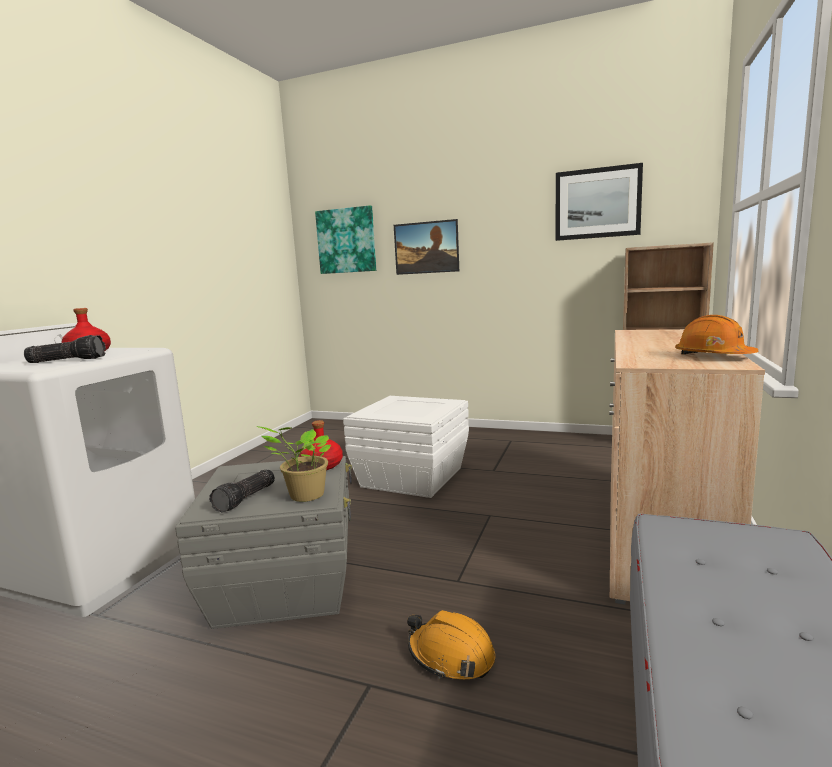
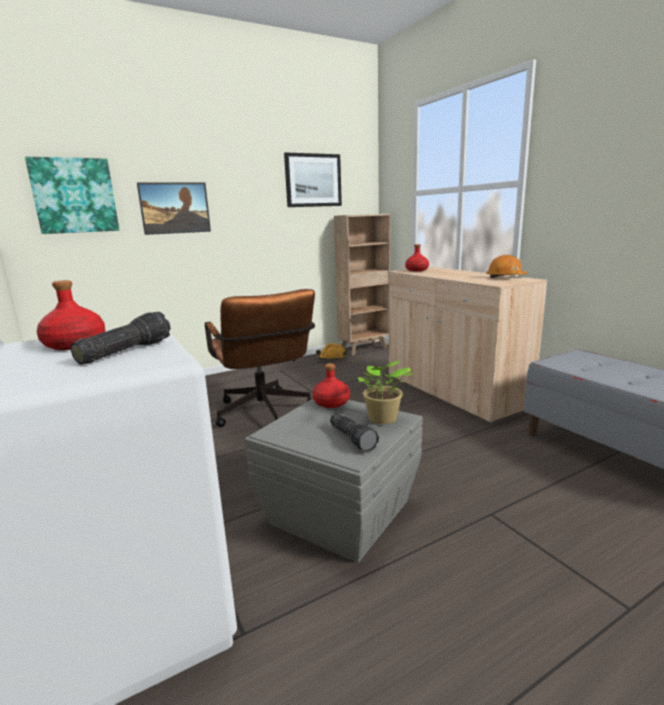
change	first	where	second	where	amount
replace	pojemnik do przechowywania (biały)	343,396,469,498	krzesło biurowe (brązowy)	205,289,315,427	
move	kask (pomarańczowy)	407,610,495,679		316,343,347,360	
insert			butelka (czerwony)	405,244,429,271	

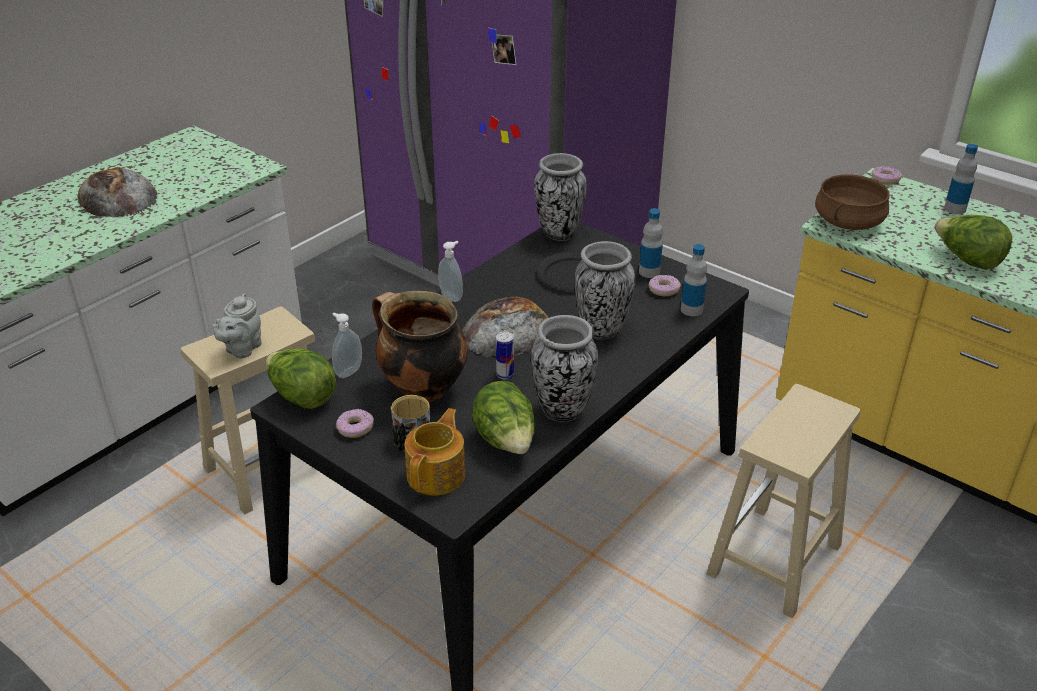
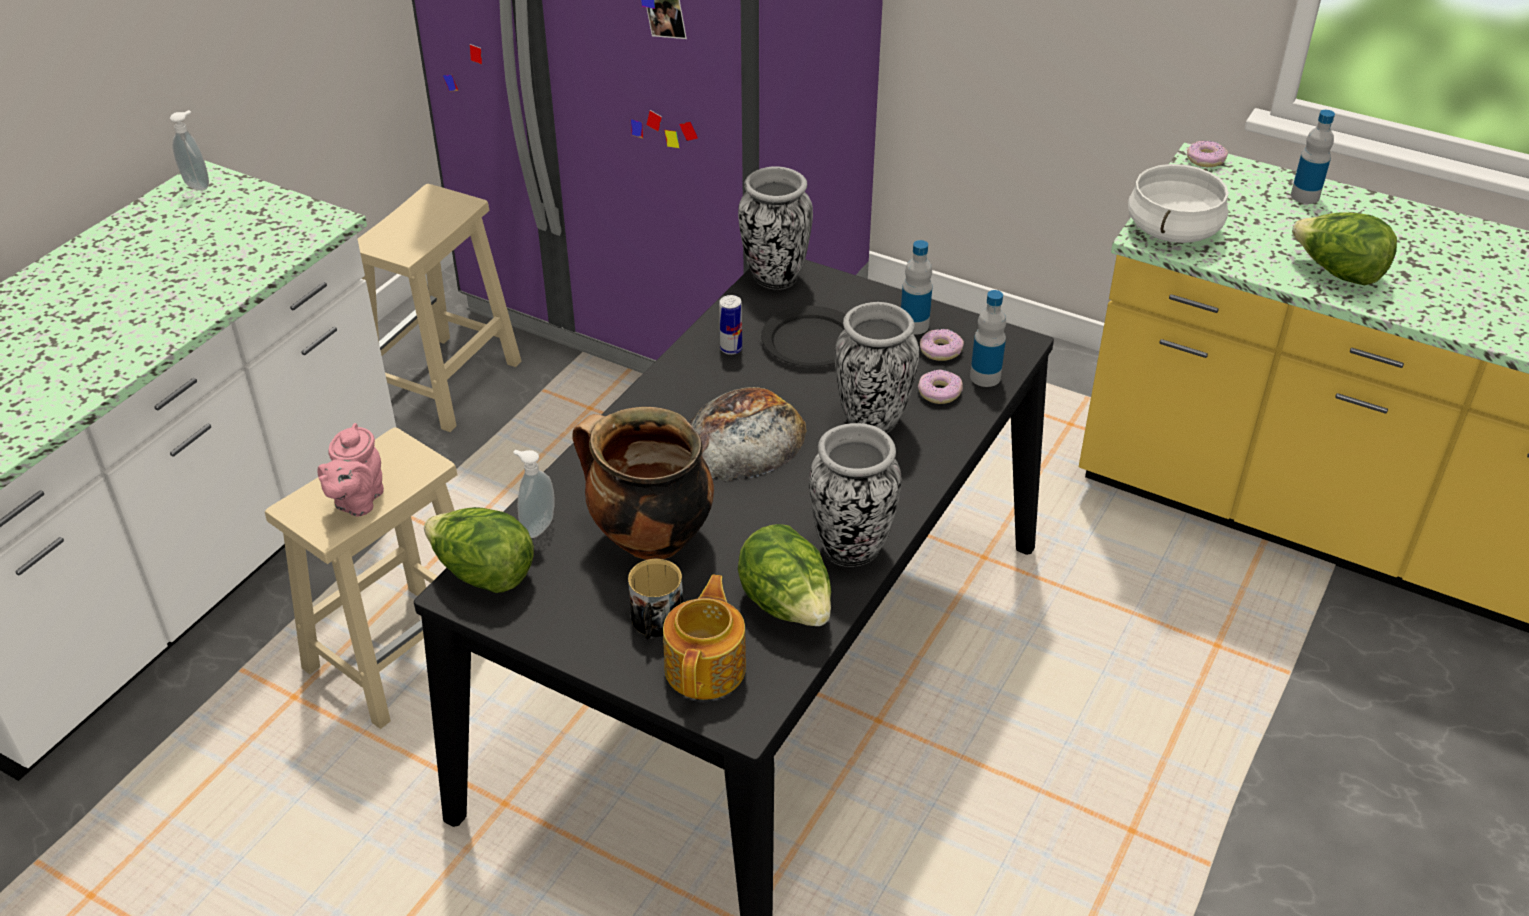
change	first	where	second	where	amount
delete	chleb	78,167,158,217			
recolor	imbryk (szary)	212,293,262,358	imbryk (różowy)	317,423,384,517	
move	donut	336,409,374,438		918,370,963,404	
move	dozownik mydła	438,241,463,302		170,110,209,191	
move	puszka	496,332,514,379		719,295,742,355	
move	stołek (beżowy)	706,384,861,618		358,184,521,432	
recolor	garnek (brązowy)	815,174,890,230	garnek (biały)	1128,164,1228,243	

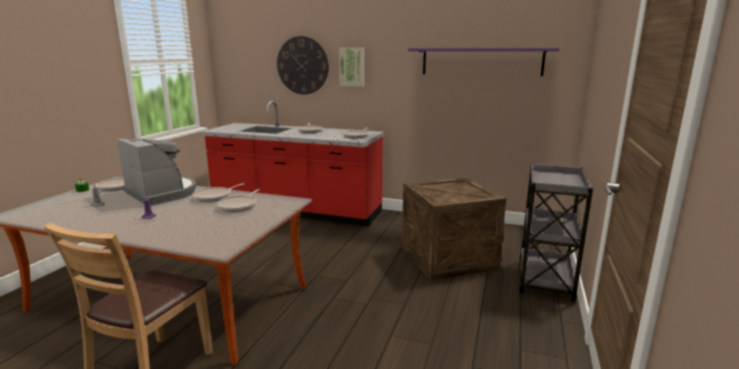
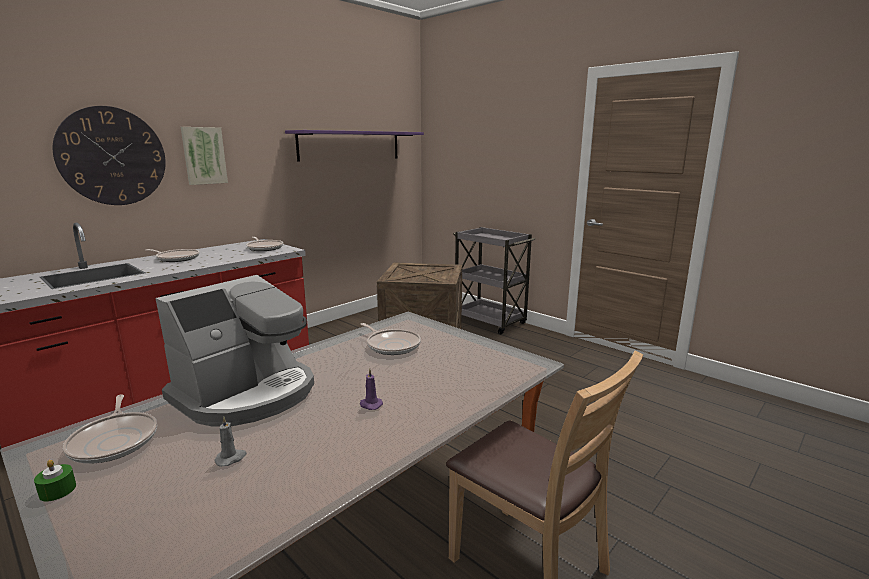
change	first	where	second	where	amount
rotate	ekspres do kawy	117,139,196,206		156,275,314,427	150 degrees clockwise
delete	patelnia	193,183,244,202			

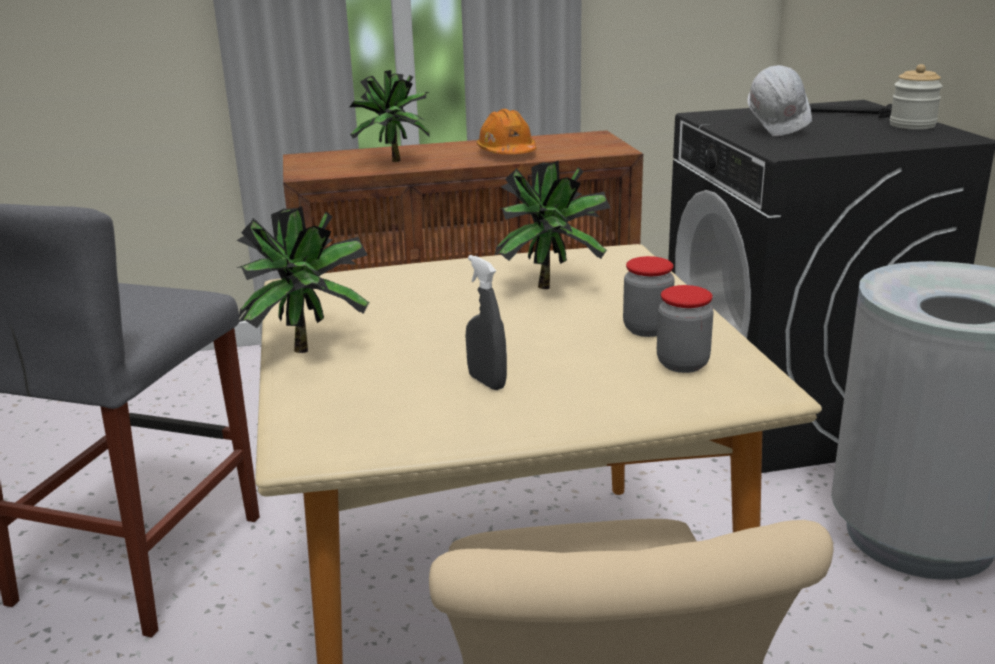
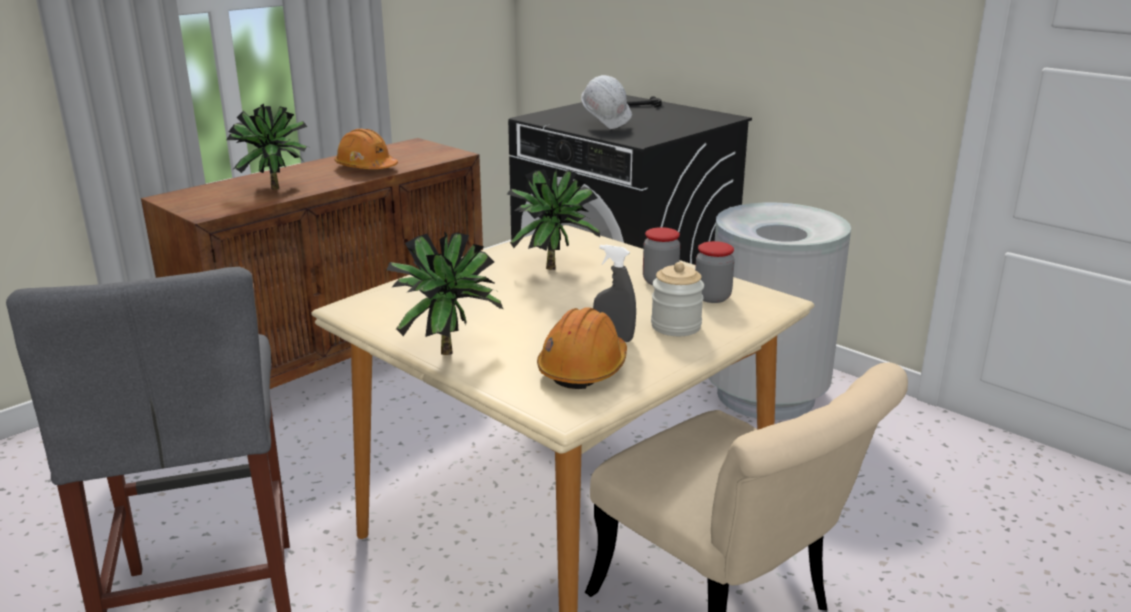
change	first	where	second	where	amount
move	słoik	890,64,943,130		651,262,704,336	
insert			kask (pomarańczowy)	537,307,627,389	

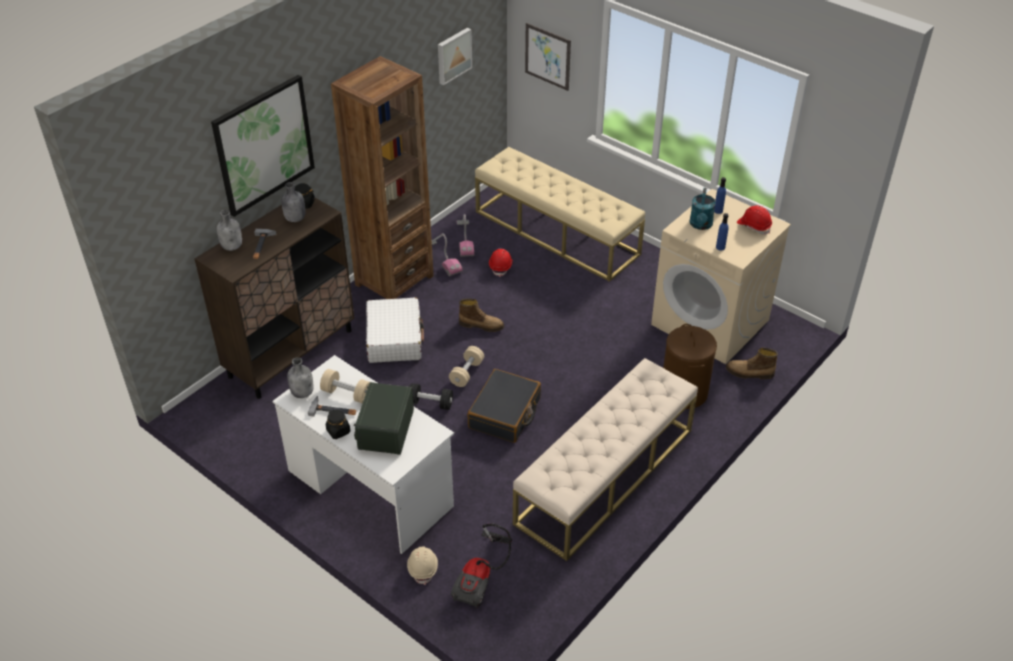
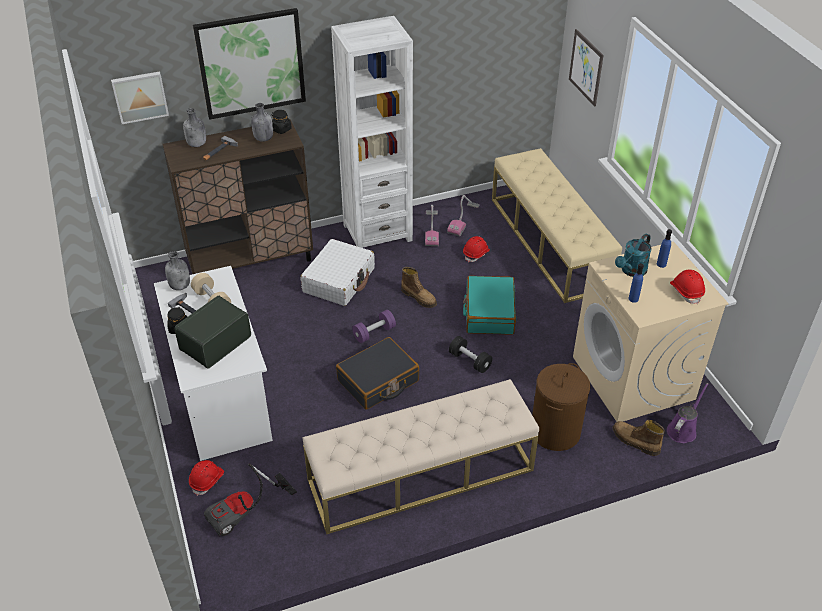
change	first	where	second	where	amount
recolor	regał (brązowy)	331,56,434,299	regał (biały)	331,16,413,248	
recolor	kask (beżowy)	407,547,438,585	kask (czerwony)	189,460,224,496	
move	hantel (czarny)	409,383,453,410		449,336,492,373	
move	obraz	438,28,472,85		111,71,169,124	
recolor	hantel (beżowy)	449,346,484,387	hantel (fioletowy)	352,310,396,343	
insert			walizka (turkusowy)	463,276,516,335	
insert			konewka (fioletowy)	667,383,708,443	

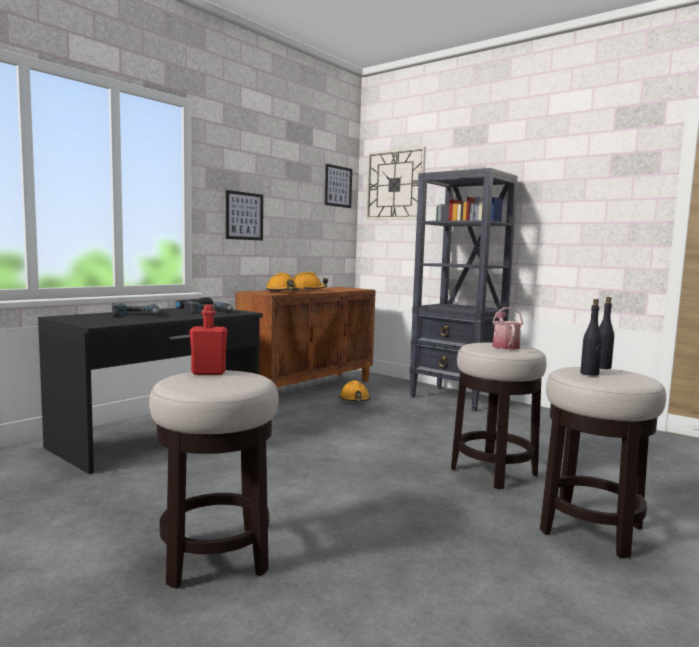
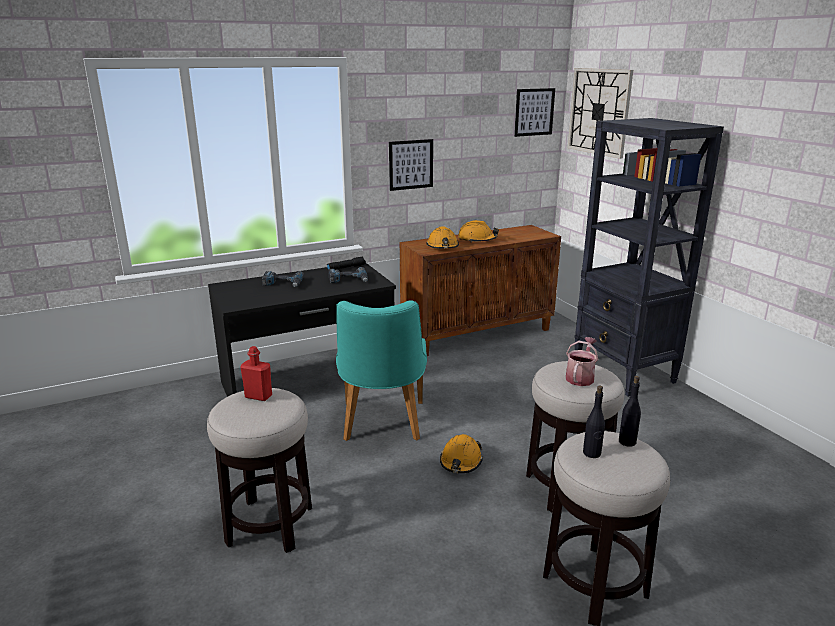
change	first	where	second	where	amount
move	kask (pomarańczowy)	339,381,370,401		440,434,483,473	
insert			krzesło (turkusowy)	336,300,427,441	

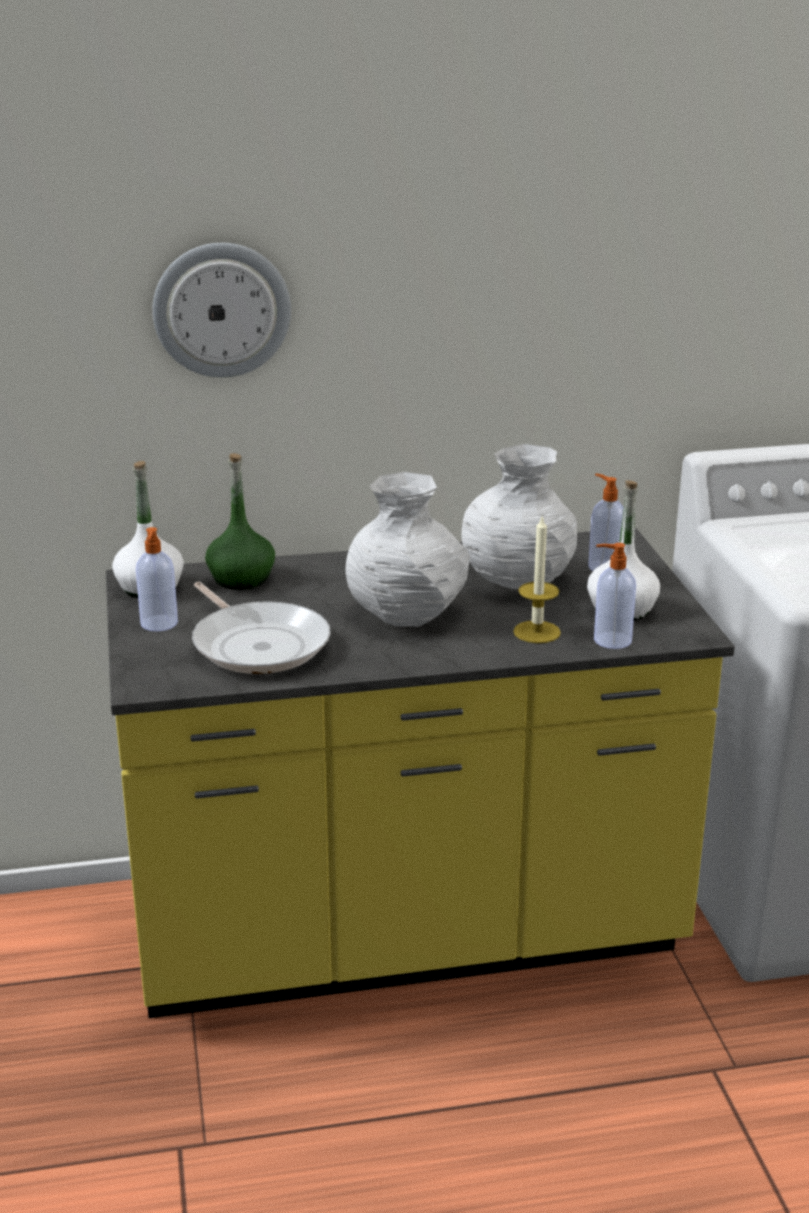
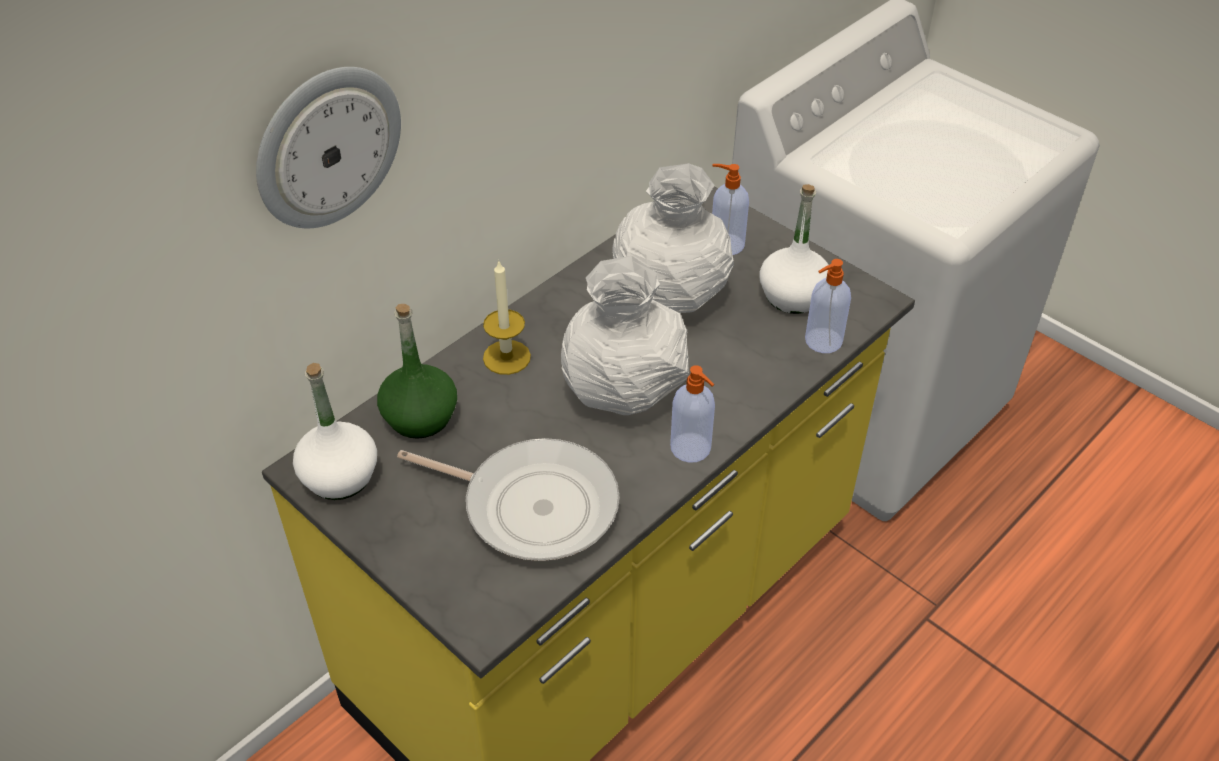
change	first	where	second	where	amount
move	dozownik mydła	136,527,178,631		670,365,715,463	
move	świeca	513,517,561,643		483,260,531,375	

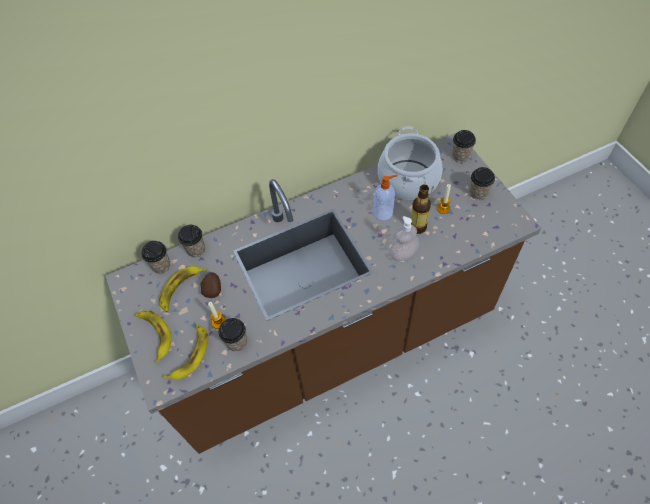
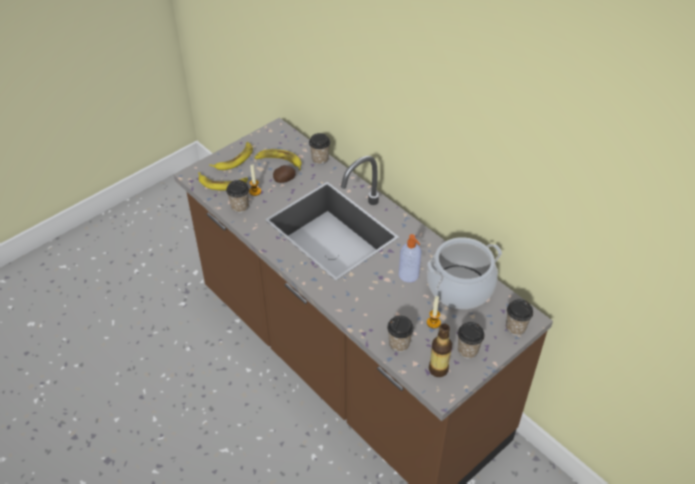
change	first	where	second	where	amount
move	filiżanka	141,241,170,273		387,315,414,352	
delete	dozownik mydła	390,216,419,261			
move	butelka	411,185,431,234		429,324,452,377	

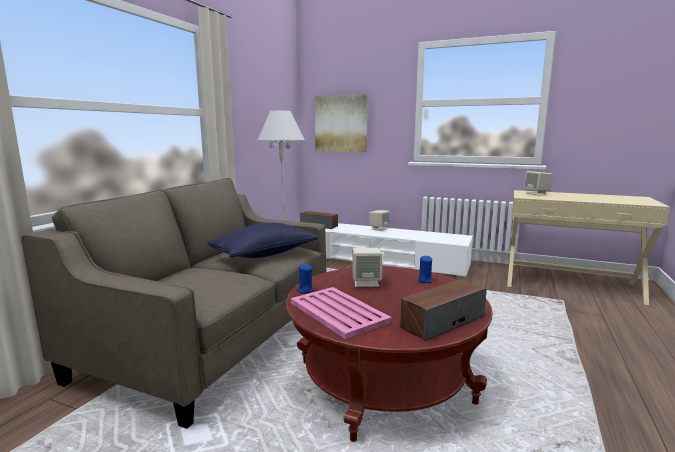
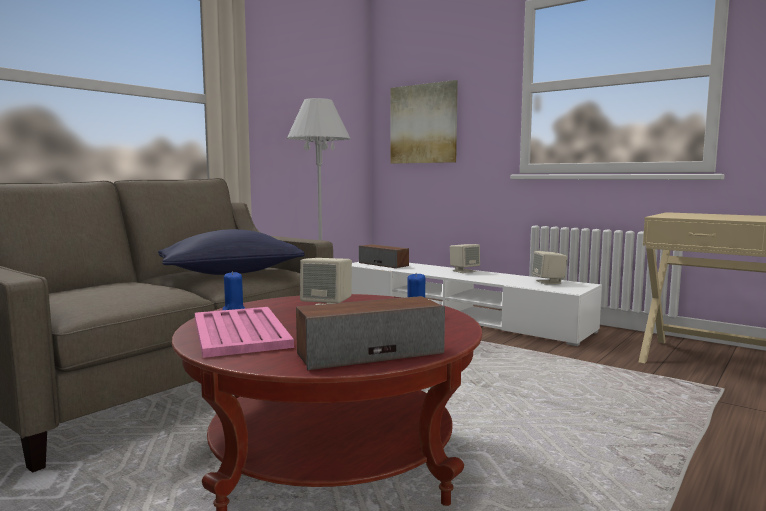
change	first	where	second	where	amount
move	głośnik (beżowy)	524,171,553,196		532,251,567,284	

